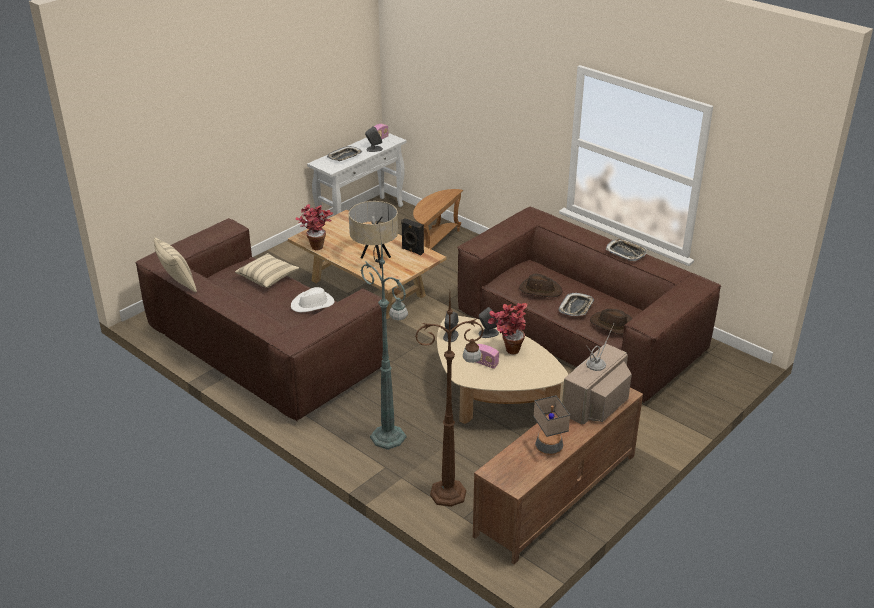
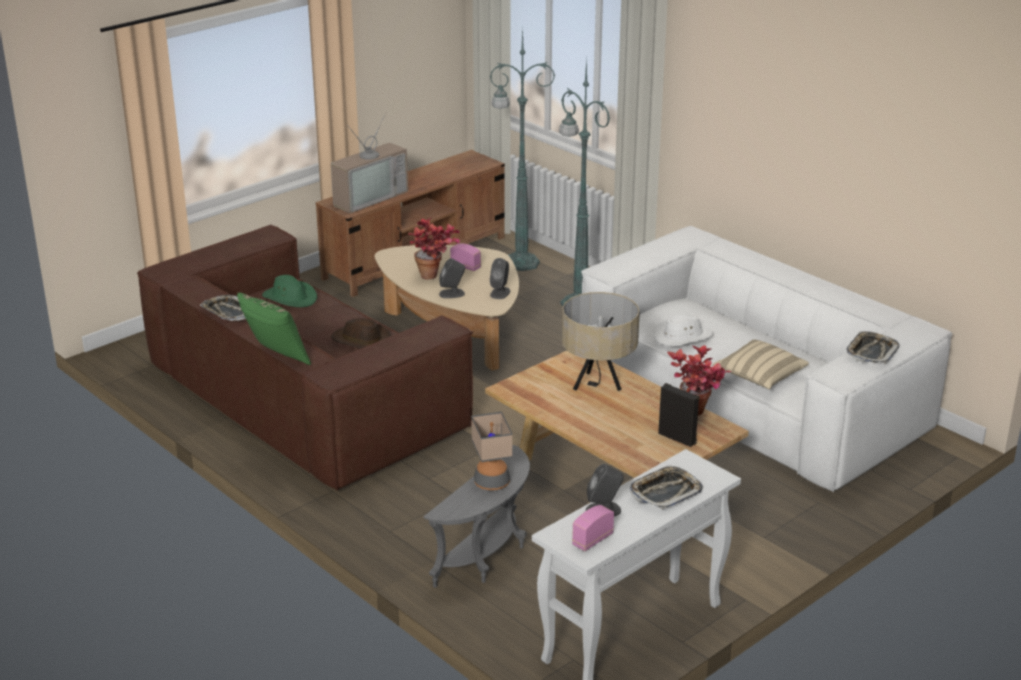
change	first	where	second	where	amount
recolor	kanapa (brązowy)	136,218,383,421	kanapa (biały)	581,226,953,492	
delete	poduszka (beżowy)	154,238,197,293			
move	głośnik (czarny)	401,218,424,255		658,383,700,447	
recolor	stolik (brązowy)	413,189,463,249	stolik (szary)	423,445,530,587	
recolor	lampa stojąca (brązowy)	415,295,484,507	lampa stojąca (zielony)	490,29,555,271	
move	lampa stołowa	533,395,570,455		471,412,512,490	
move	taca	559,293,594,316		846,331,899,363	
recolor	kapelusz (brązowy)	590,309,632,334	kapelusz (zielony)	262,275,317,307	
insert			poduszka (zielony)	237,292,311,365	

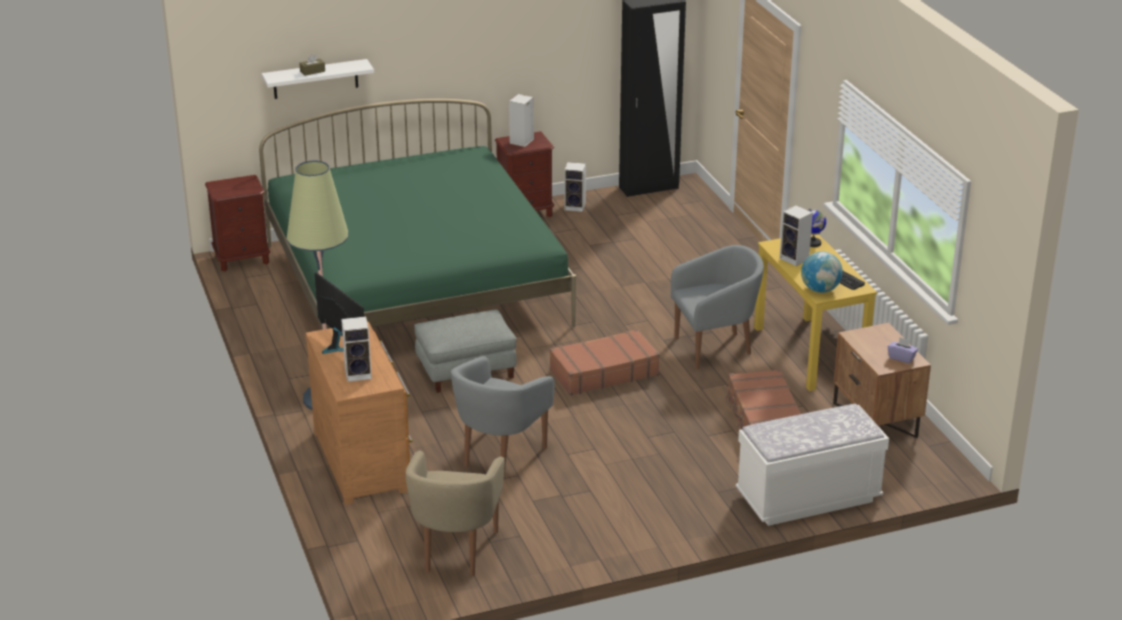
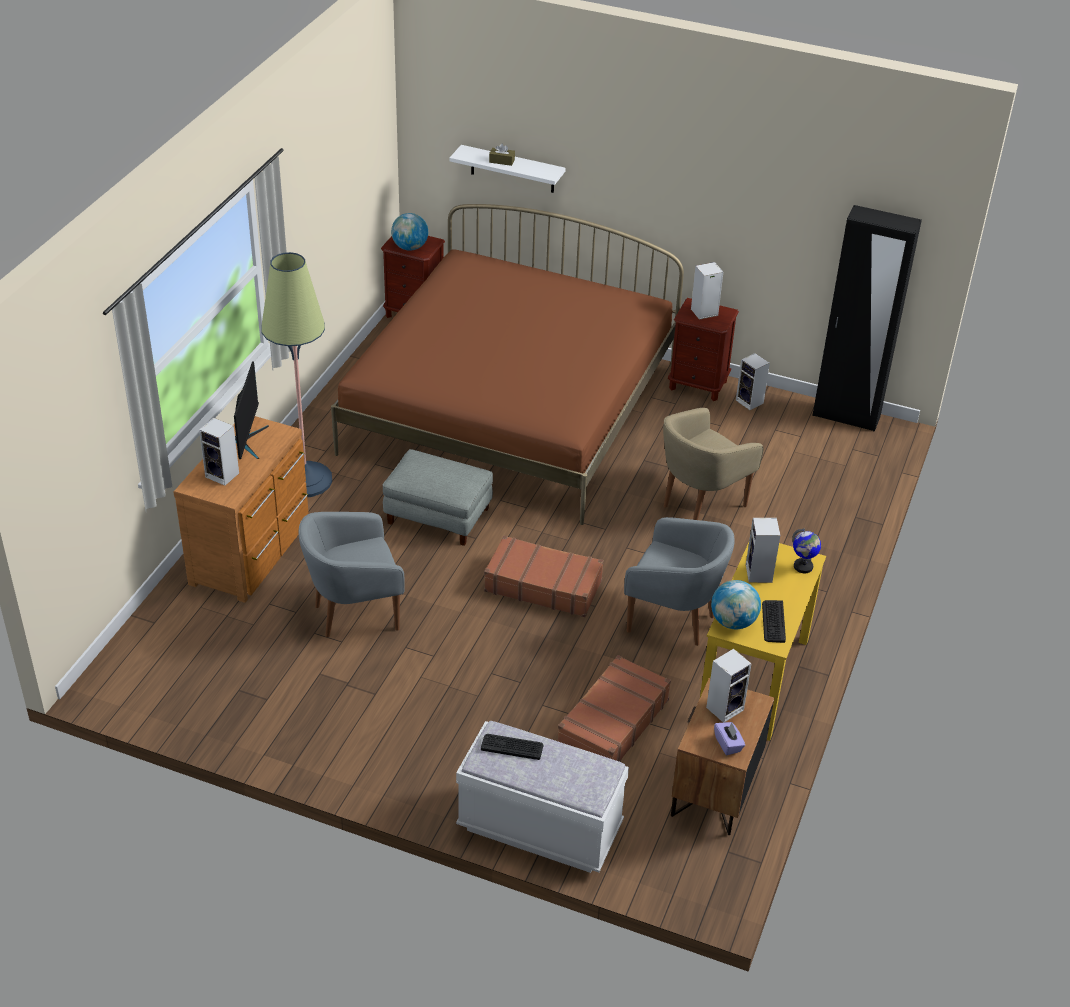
change	first	where	second	where	amount
recolor	łóżko (zielony)	259,99,576,330	łóżko (brązowy)	331,204,684,525	
move	fotel (beżowy)	406,451,505,576		663,408,764,520	
insert			globus	391,213,428,251	
insert			klawiatura	481,734,543,760	
insert			głośnik	706,649,752,723	

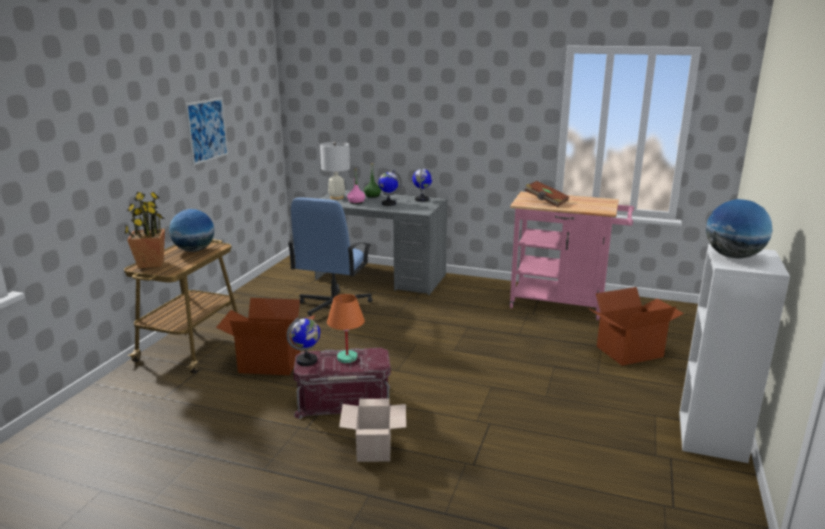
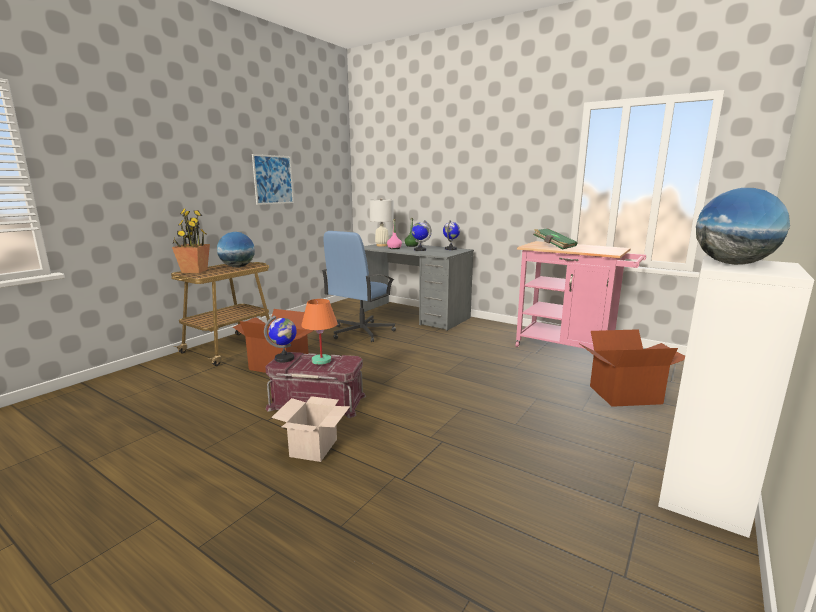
change	first	where	second	where	amount
recolor	książka (brązowy)	524,181,569,207	książka (zielony)	533,228,578,250	

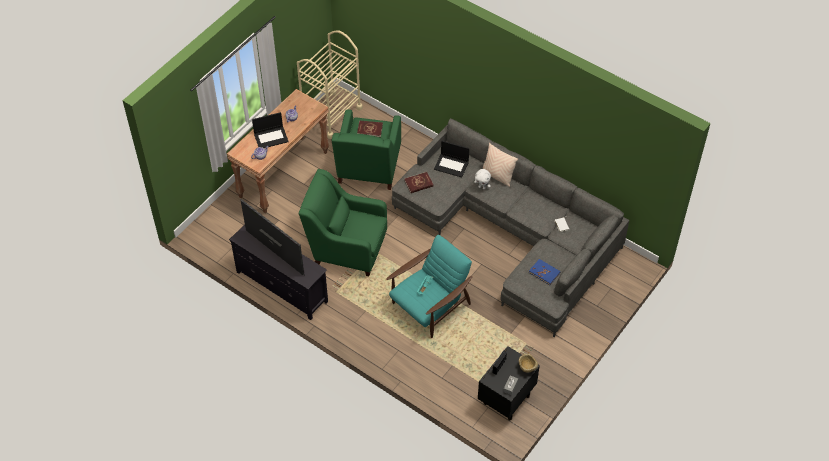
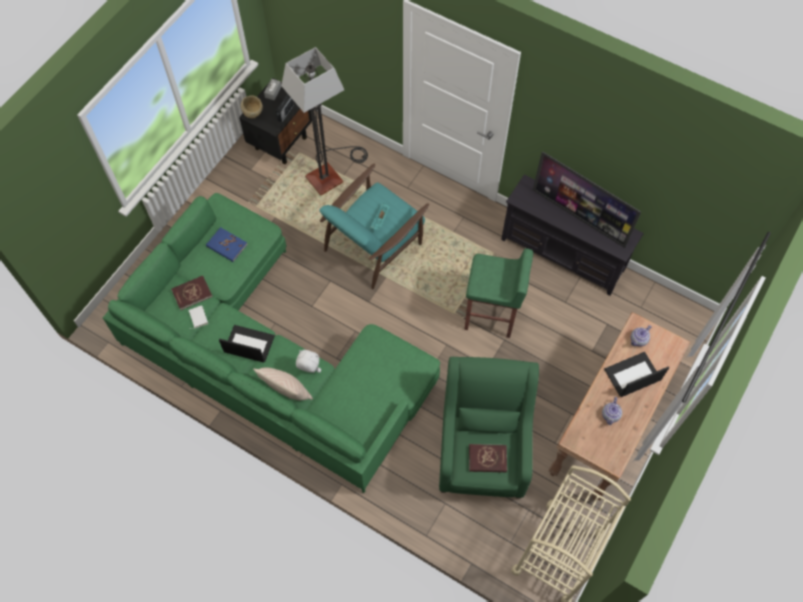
change	first	where	second	where	amount
replace	fotel (zielony)	299,169,387,276	stołek (zielony)	464,248,533,338	
recolor	kanapa (szary)	392,118,629,337	kanapa (zielony)	103,193,440,493	
move	książka (czerwony)	404,172,434,193		171,276,213,310	
move	laptop	434,141,469,178		219,325,275,363	
insert			lampa stojąca	281,47,368,196	

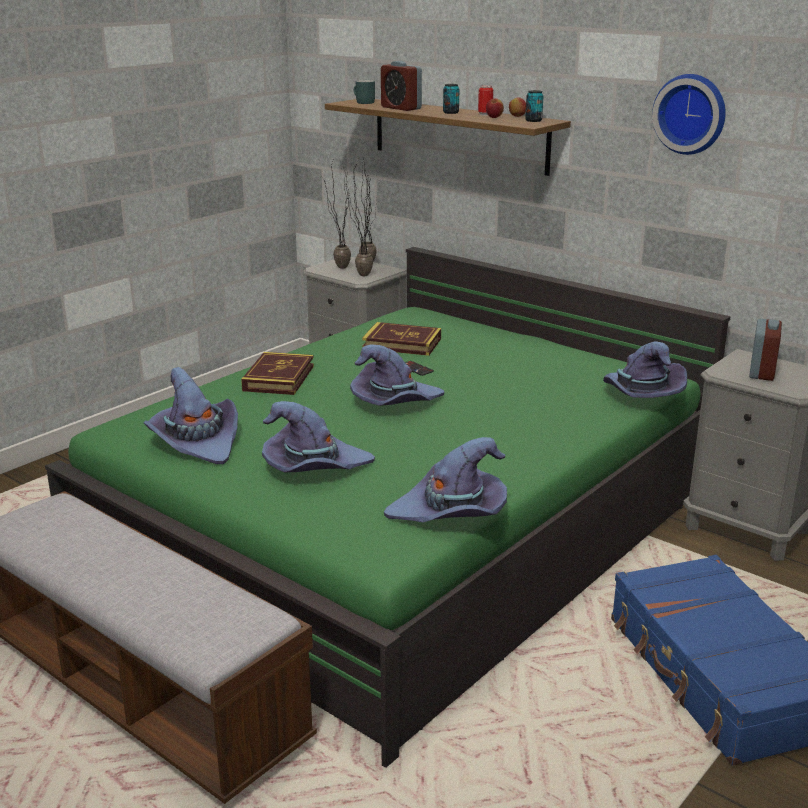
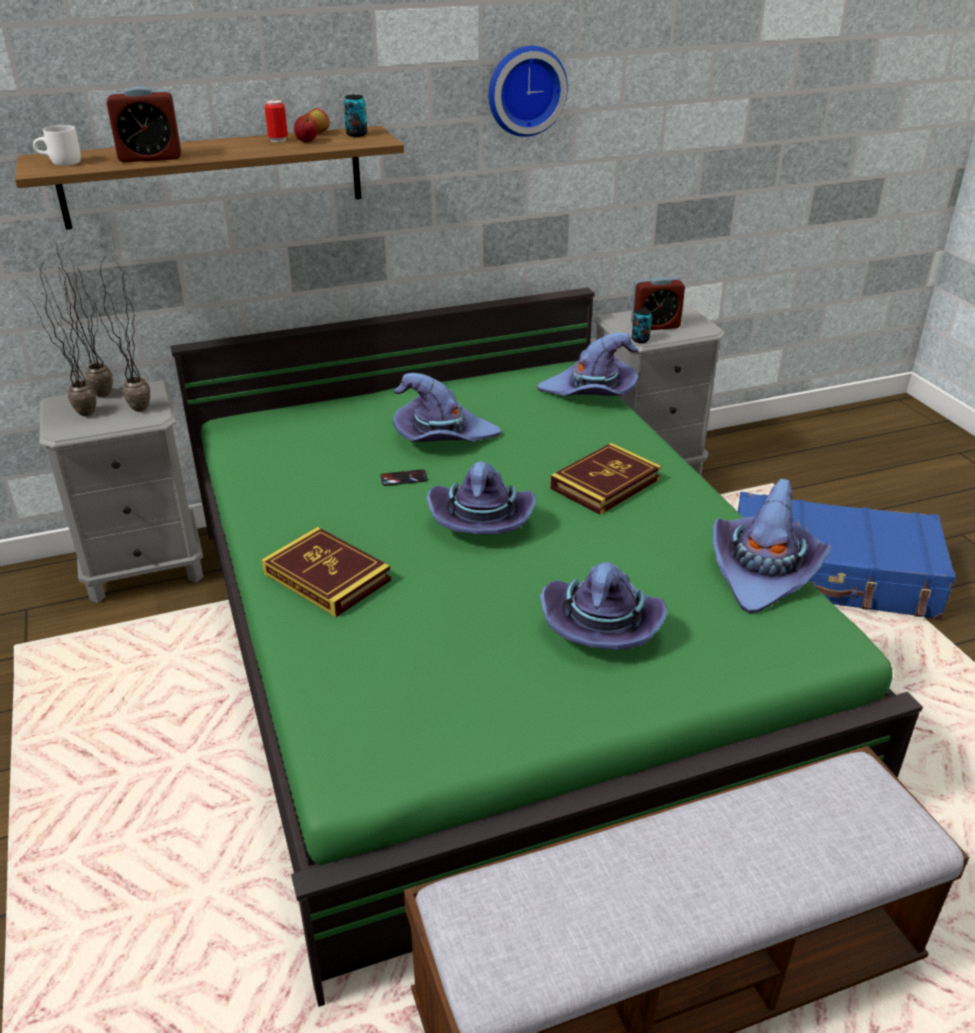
change	first	where	second	where	amount
move	kapelusz (fioletowy)	143,367,238,464		393,373,501,442	
recolor	kubek (turkusowy)	354,80,375,104	kubek (biały)	33,125,81,166	
move	książka	362,322,441,356		550,443,661,515	
move	puszka	443,84,459,114		632,308,652,343	
rotate	budzik	749,319,782,381		631,276,685,330	120 degrees clockwise

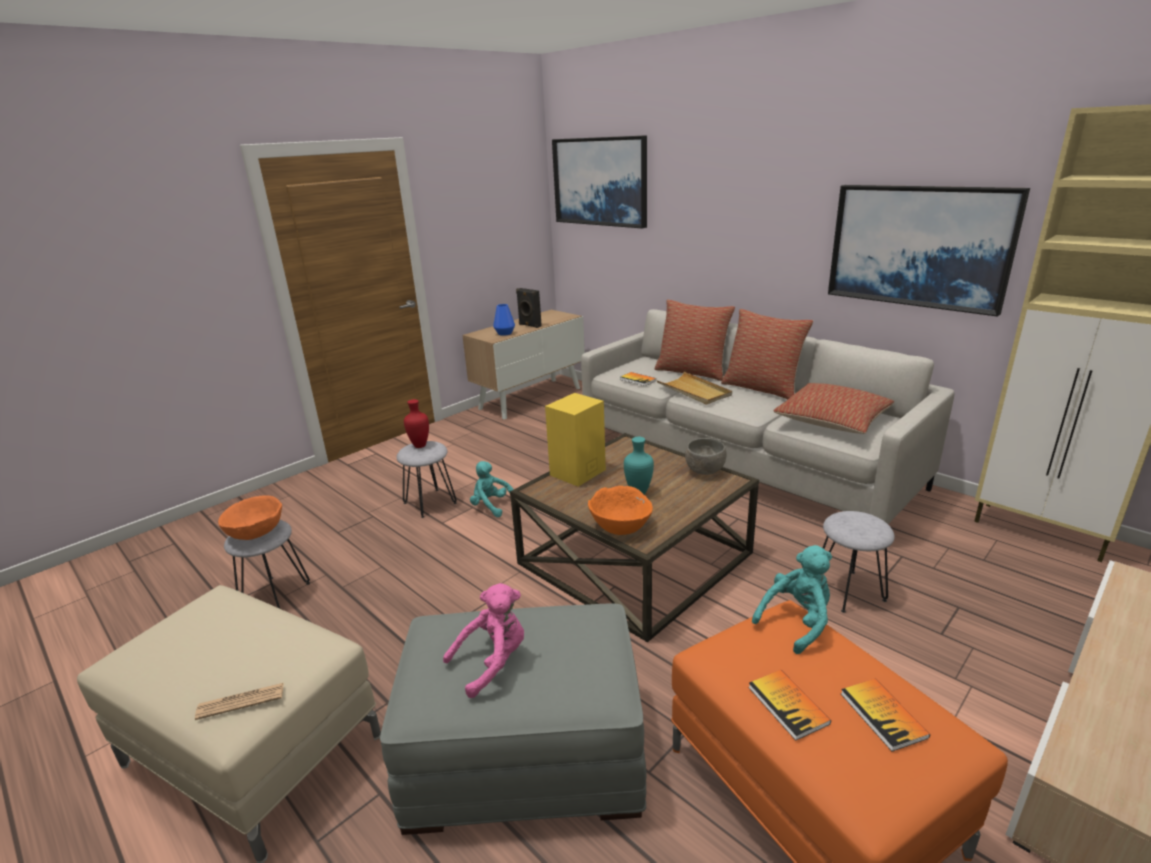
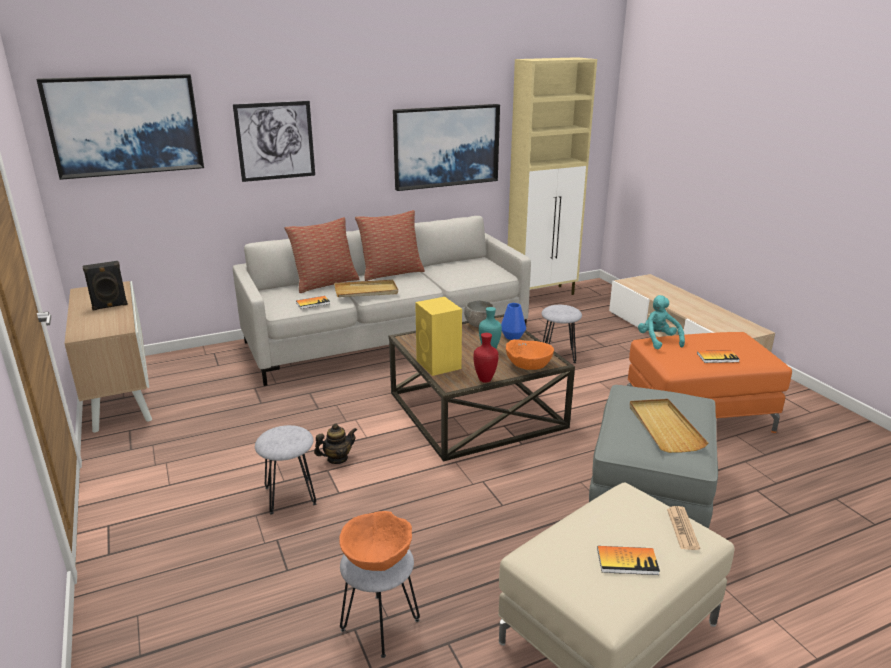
change	first	where	second	where	amount
move	wazon (czerwony)	404,399,429,448		473,333,498,383	
replace	pluszak (różowy)	443,583,524,698	taca (beżowy)	629,399,708,453	
replace	pluszak (turkusowy)	470,461,514,517	imbryk	314,423,357,464	
move	wazon (niebieski)	493,304,515,336		501,303,526,340	
delete	poduszka	773,383,894,434			
move	książka	841,679,930,752		597,546,660,575	
insert			obraz	233,101,315,182	

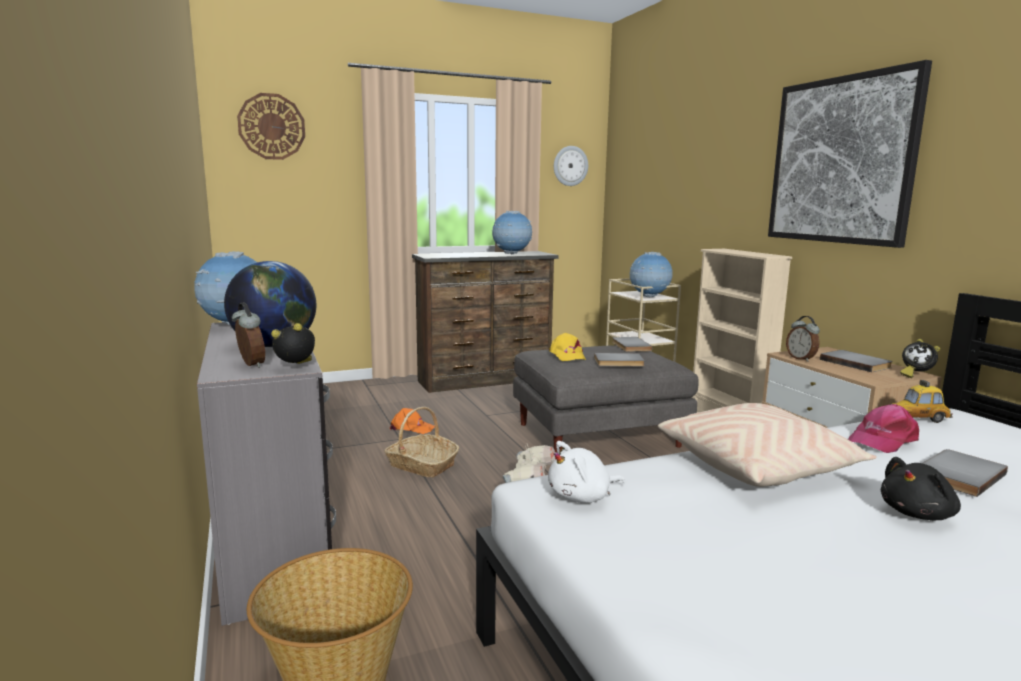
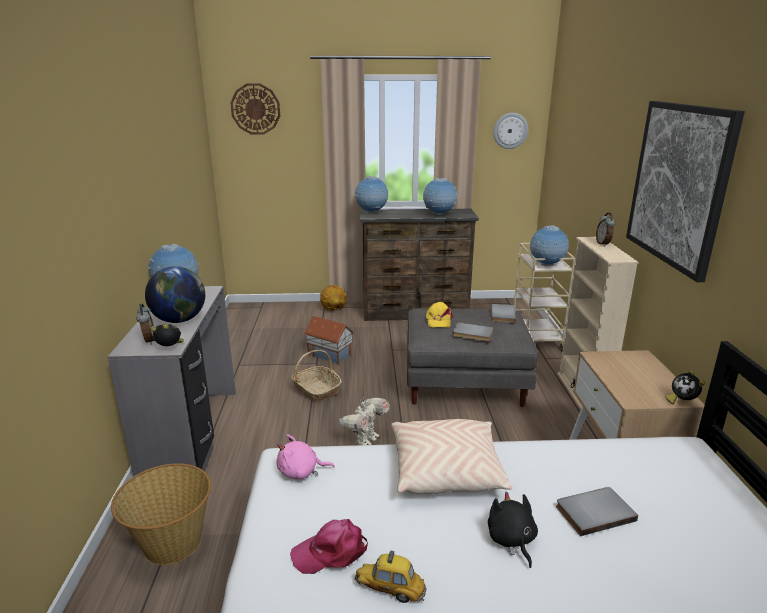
change	first	where	second	where	amount
replace	czapka z daszkiem (pomarańczowy)	390,408,435,434	domek	304,316,354,365	
recolor	pluszak (biały)	548,441,626,503	pluszak (różowy)	277,434,335,479	
move	budzik	786,316,820,362		596,213,615,246	
delete	książka (szary)	820,350,893,372			
move	czapka z daszkiem (różowy)	848,404,919,453		290,519,368,574	
rotate	pluszak (czarny)	880,457,961,520		488,491,538,568	90 degrees clockwise
move	samochodzik	890,380,953,423		355,550,426,603	
insert			piłka do koszykówki	320,285,347,311	
insert			globus	355,176,388,213	

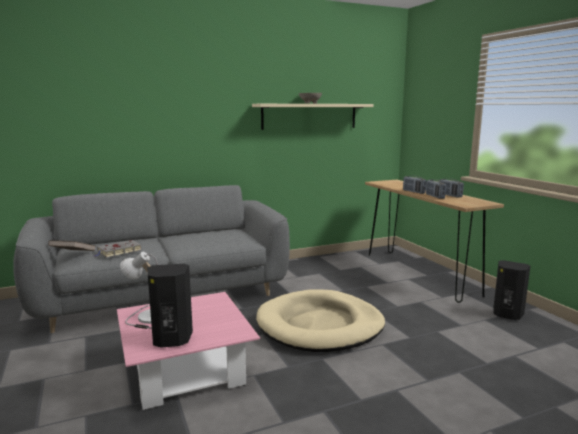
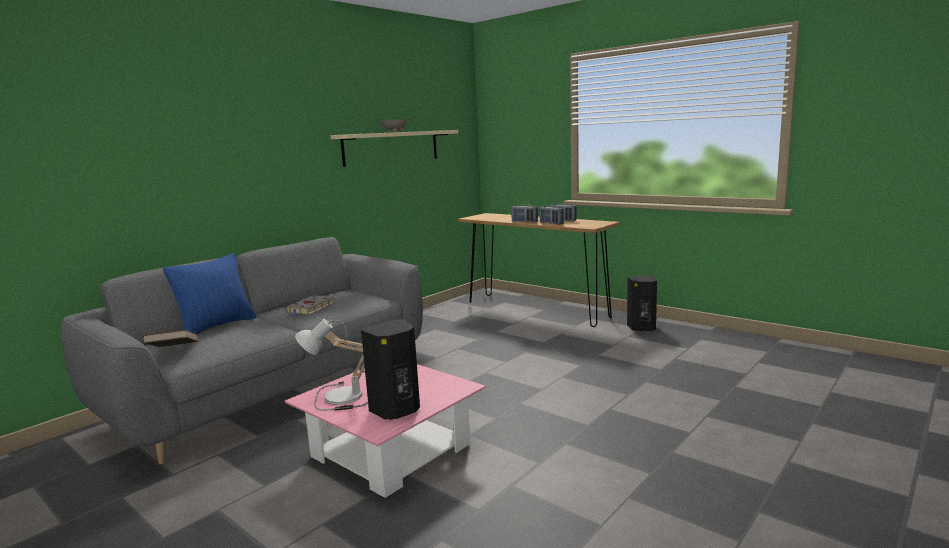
change	first	where	second	where	amount
move	książka (szary)	94,240,141,258		286,295,334,317	
delete	legowisko (beżowy)	256,289,385,352			
insert			poduszka (niebieski)	163,253,256,334	

